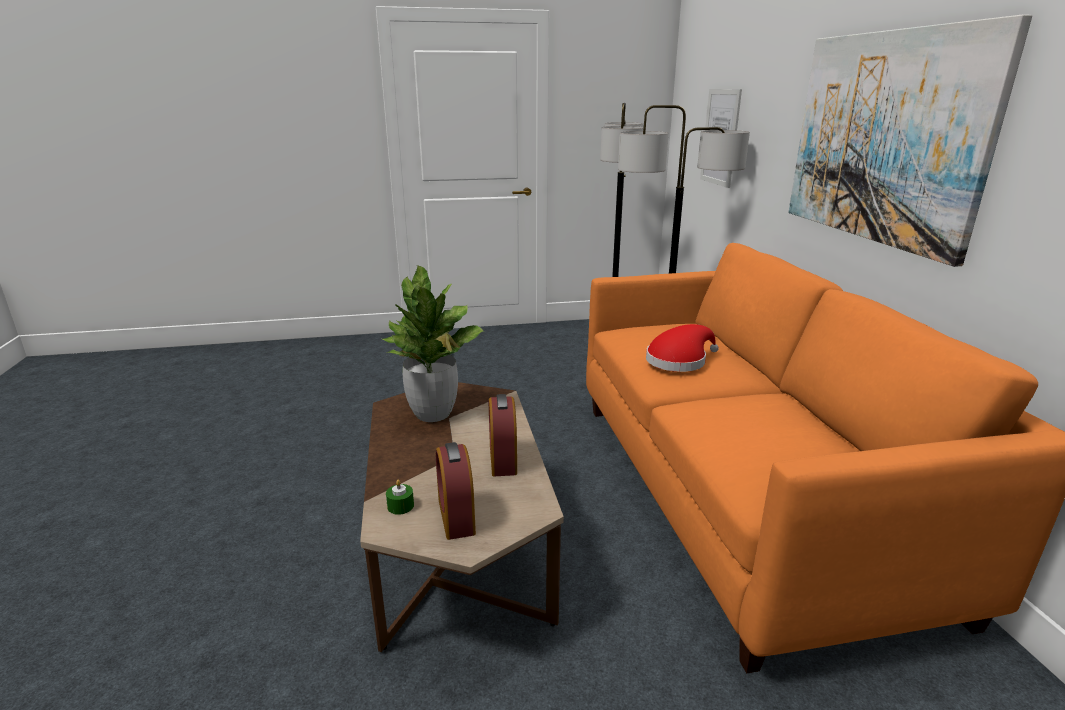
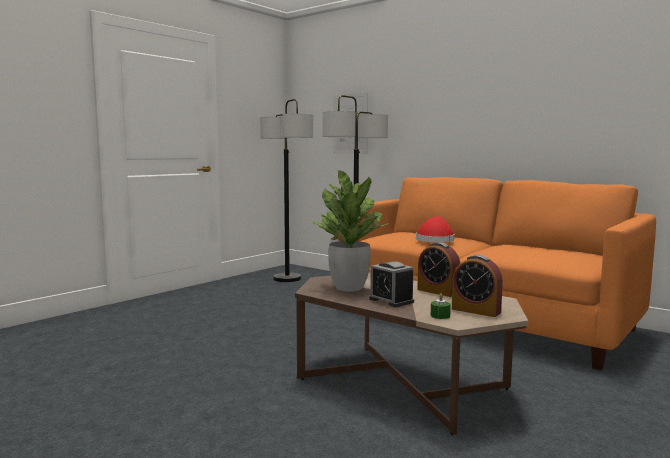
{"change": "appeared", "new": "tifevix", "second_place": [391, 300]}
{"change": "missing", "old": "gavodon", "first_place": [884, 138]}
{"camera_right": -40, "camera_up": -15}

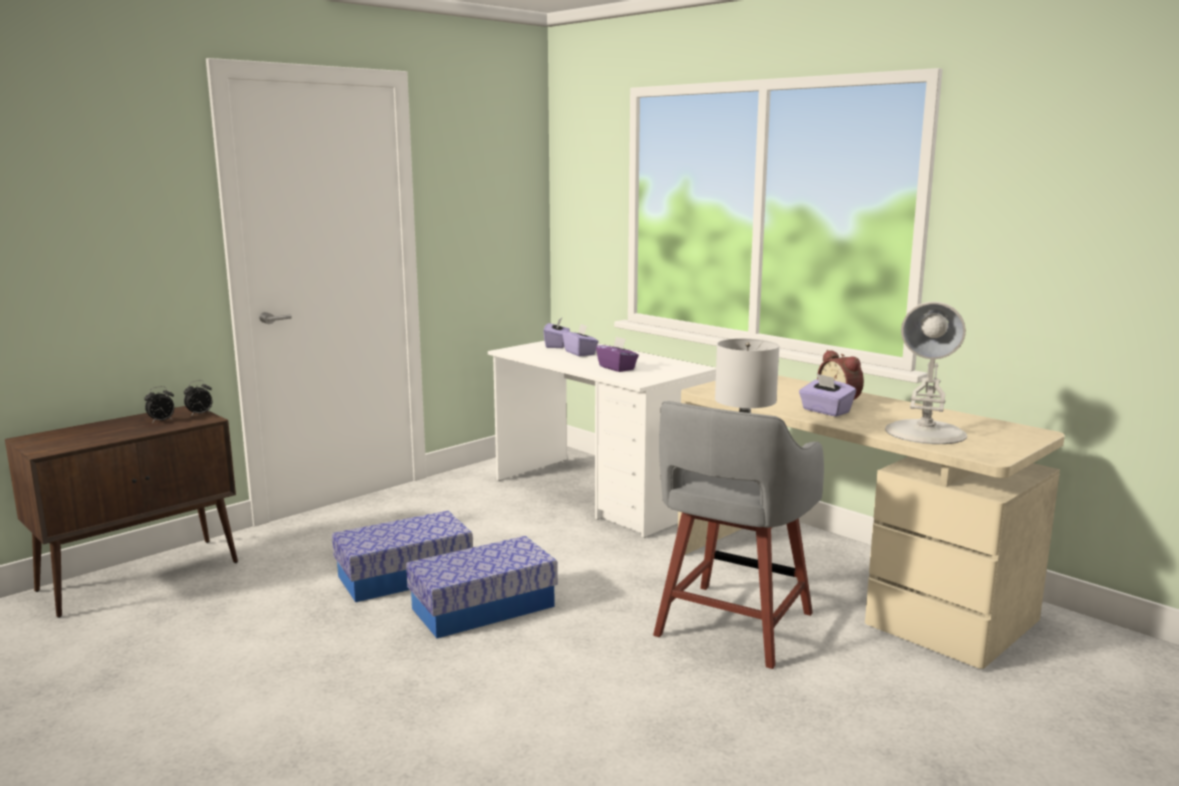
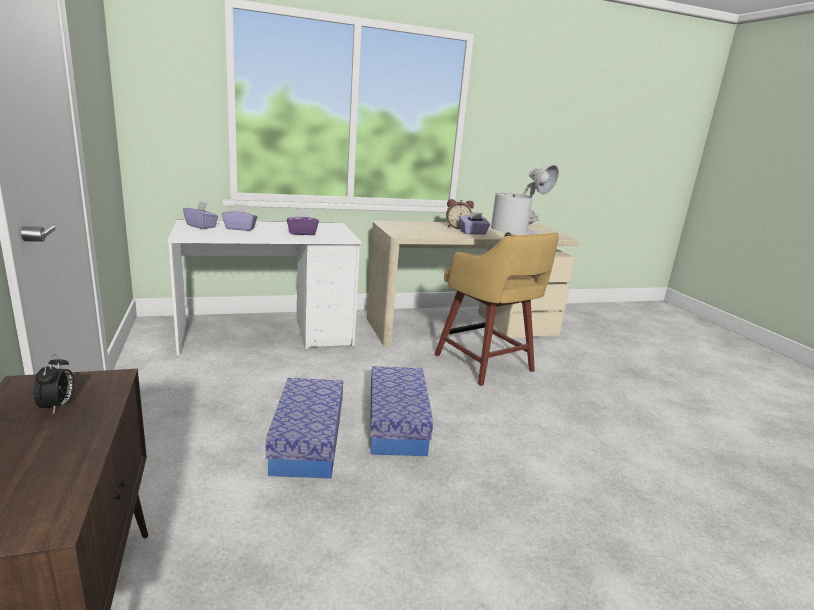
{"change": "colour", "old": "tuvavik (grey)", "new": "tuvavik (yellow)", "first_place": [731, 626], "second_place": [485, 364]}
{"change": "missing", "old": "tifevix", "first_place": [200, 414]}
{"camera_right": -65, "camera_up": 5}

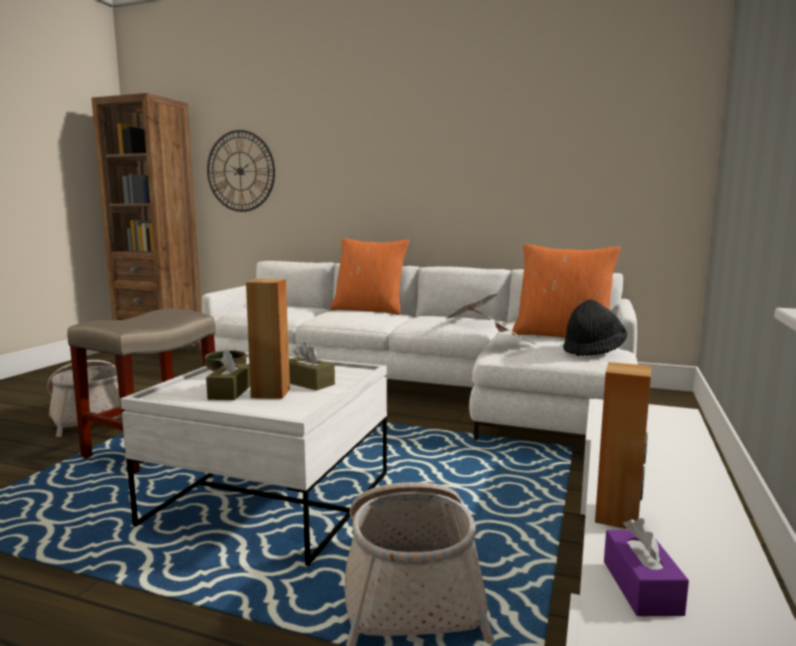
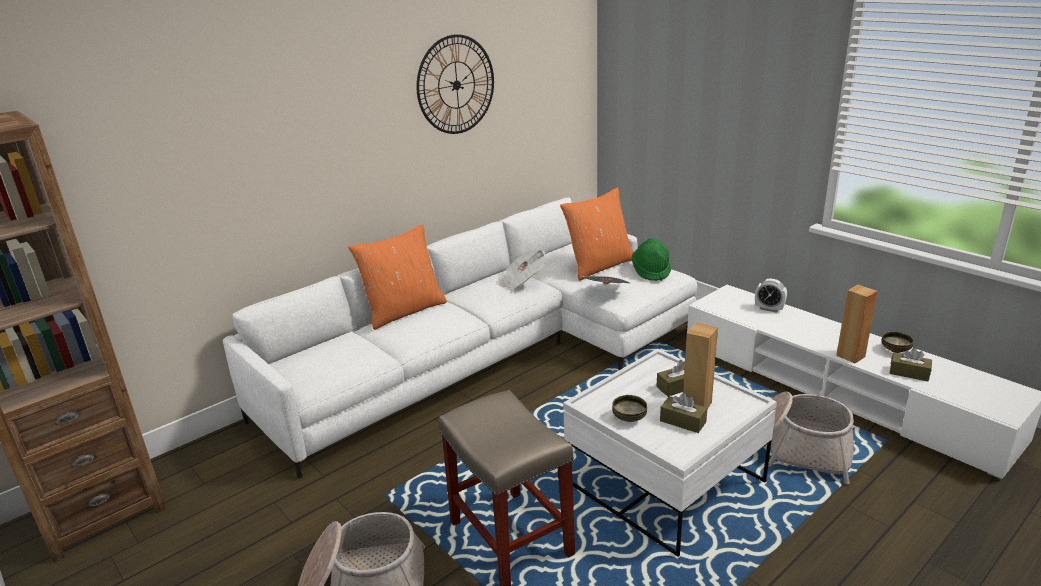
{"change": "relocated", "old": "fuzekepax", "first_place": [240, 171], "second_place": [456, 85]}
{"change": "colour", "old": "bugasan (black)", "new": "bugasan (green)", "first_place": [593, 351], "second_place": [651, 271]}
{"change": "appeared", "new": "tifevix", "second_place": [769, 309]}
{"change": "appeared", "new": "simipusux", "second_place": [895, 350]}
{"change": "colour", "old": "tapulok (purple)", "new": "tapulok (brown)", "first_place": [641, 587], "second_place": [909, 373]}
{"camera_right": -60, "camera_up": 15}

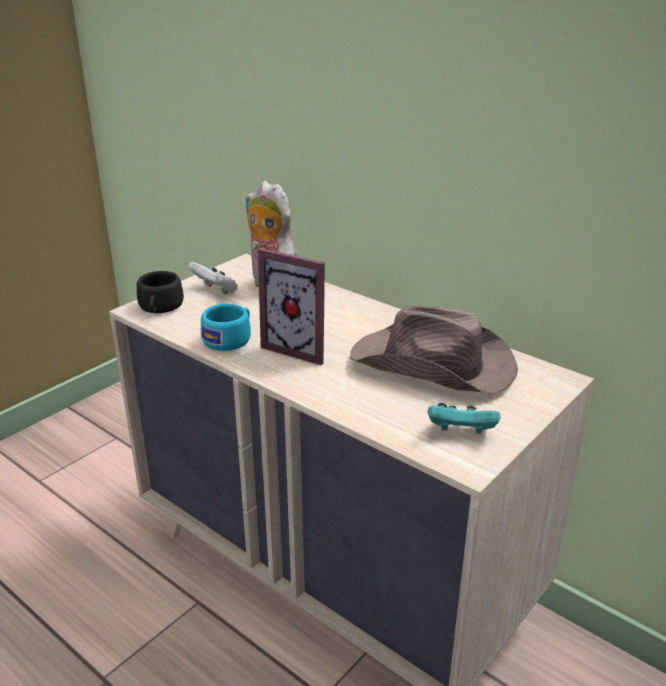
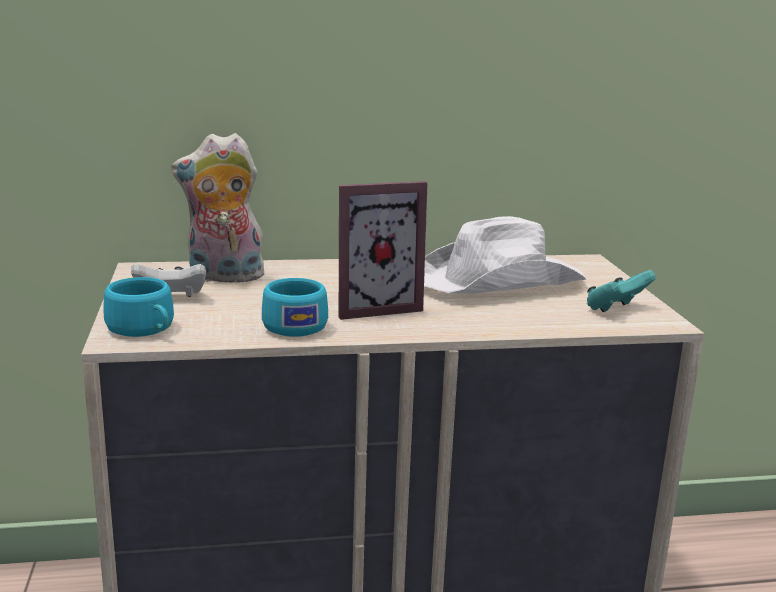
{"change": "colour", "old": "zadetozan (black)", "new": "zadetozan (turquoise)", "first_place": [160, 308], "second_place": [144, 329]}
{"change": "colour", "old": "bugasan (brown)", "new": "bugasan (white)", "first_place": [434, 365], "second_place": [498, 281]}
{"camera_right": -50, "camera_up": -10}

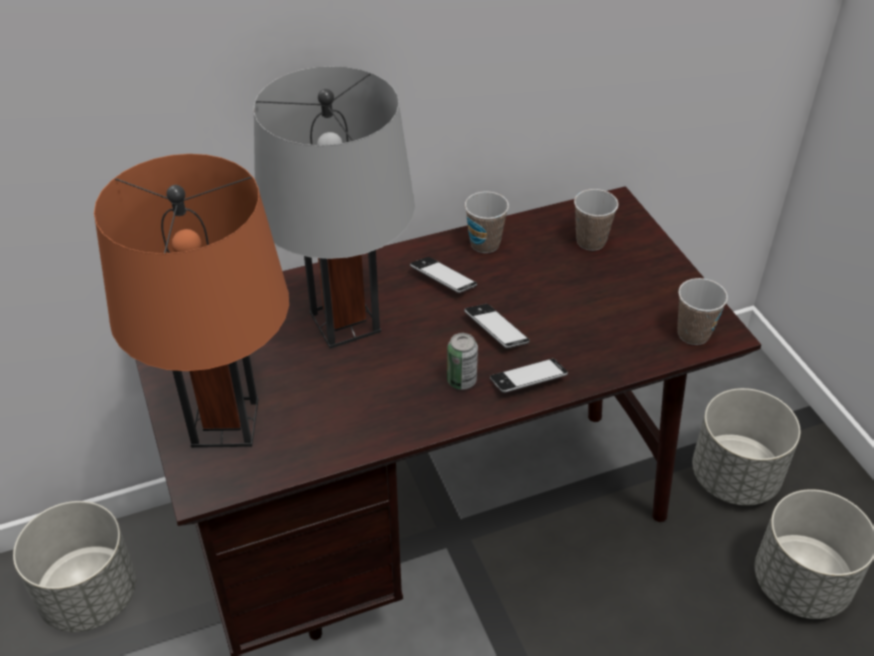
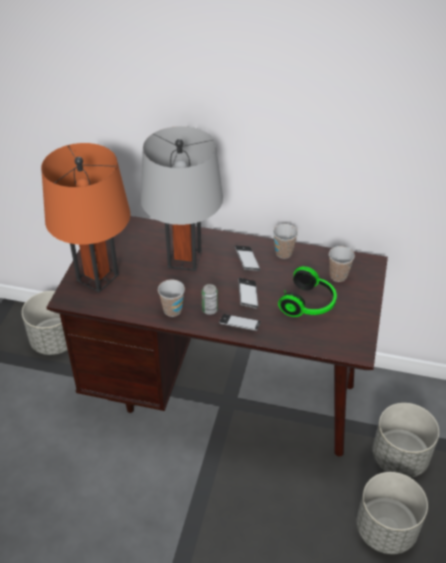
{"change": "relocated", "old": "zadetozan", "first_place": [693, 334], "second_place": [172, 310]}
{"change": "appeared", "new": "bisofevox", "second_place": [309, 304]}
{"camera_right": 35, "camera_up": 0}

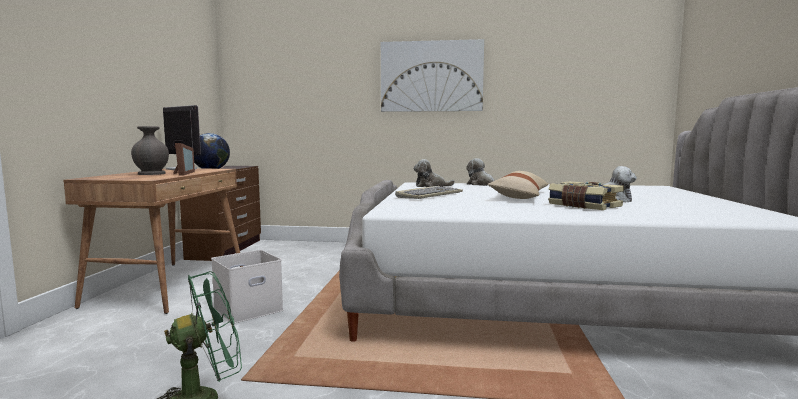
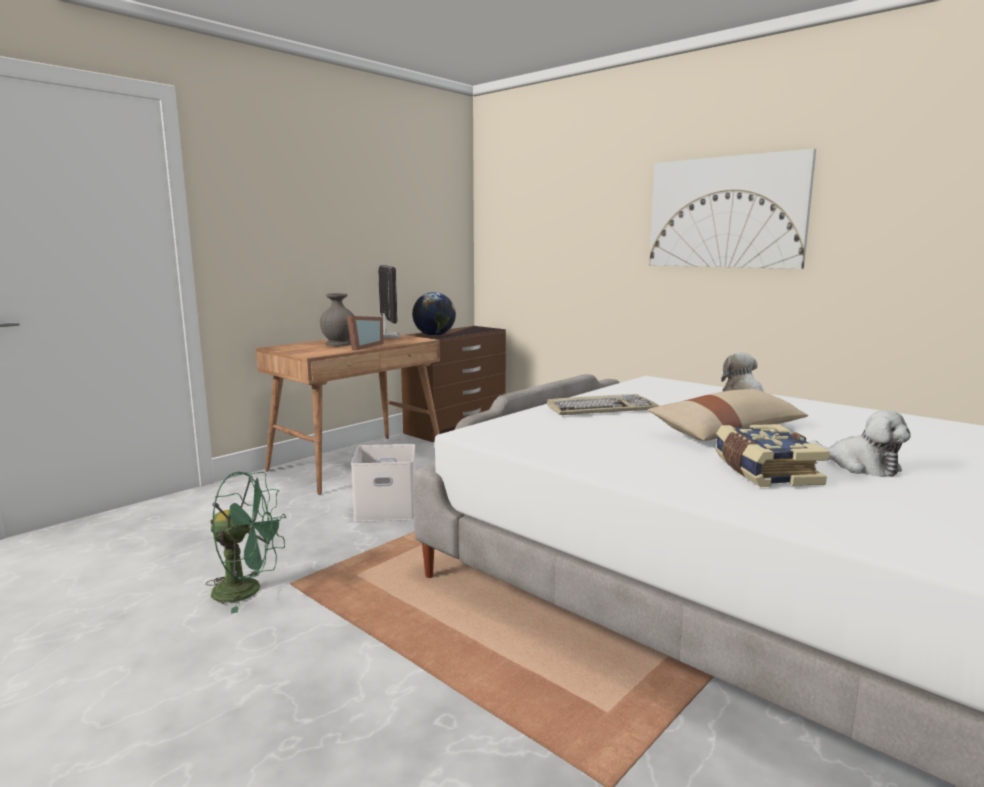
{"change": "missing", "old": "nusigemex", "first_place": [431, 186]}
{"camera_right": 35, "camera_up": 5}

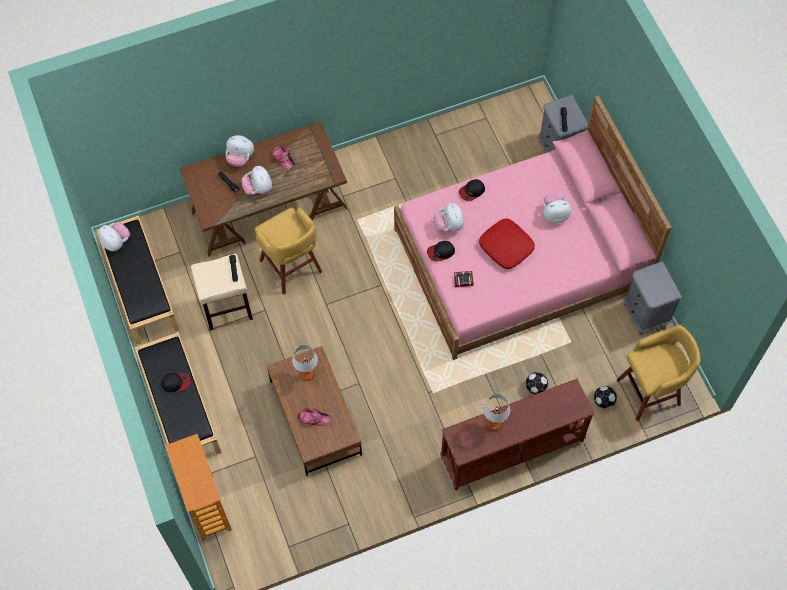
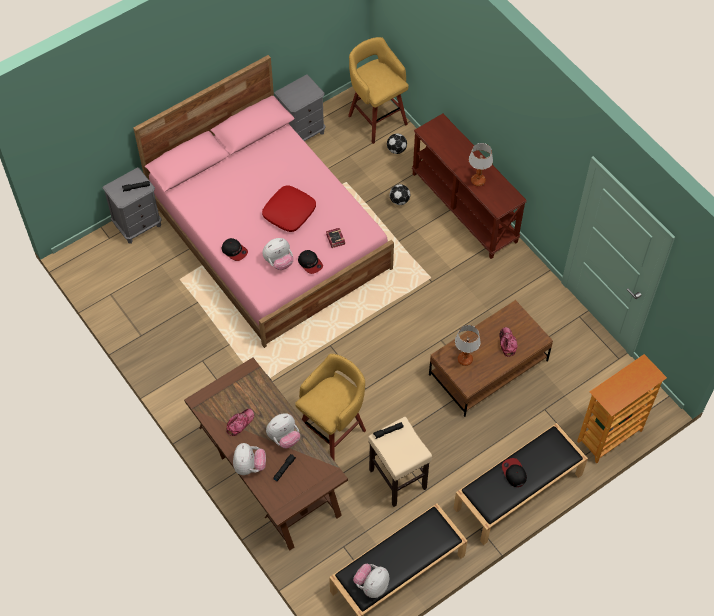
{"change": "missing", "old": "nusigemex", "first_place": [554, 215]}
{"camera_right": -105, "camera_up": -5}

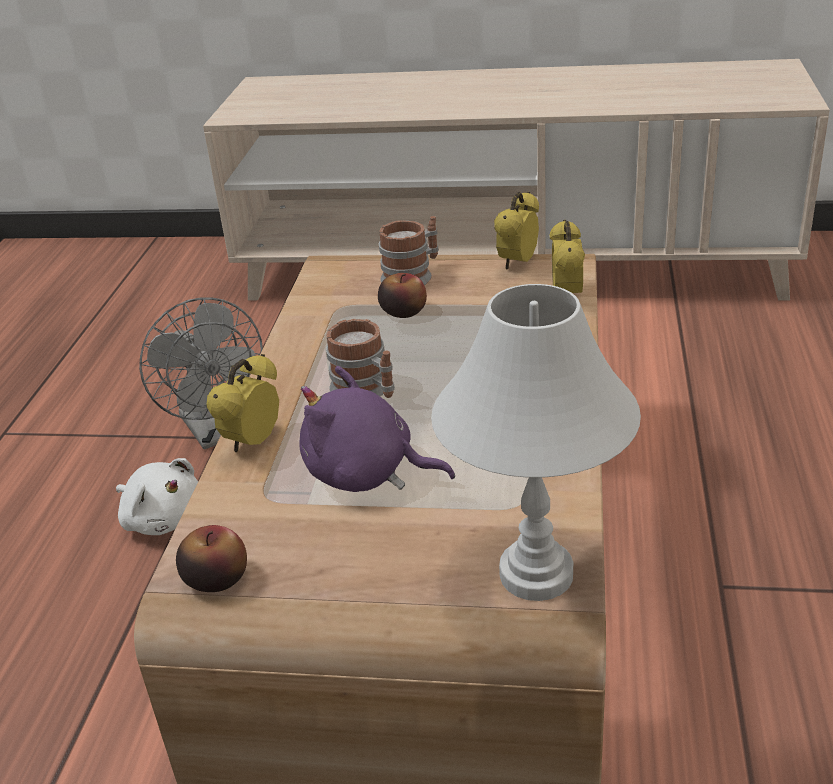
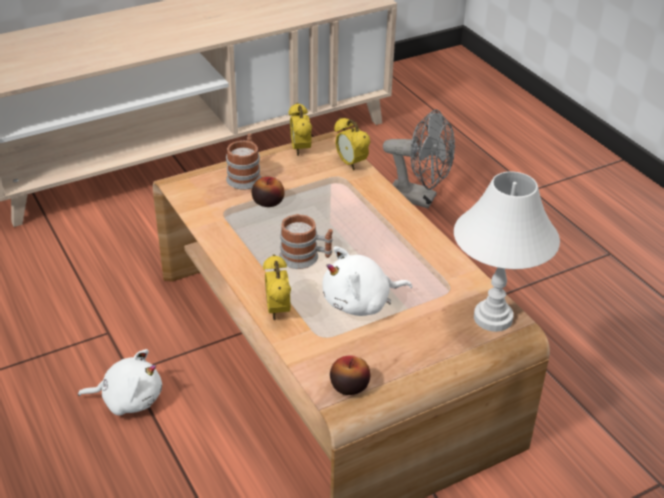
{"change": "colour", "old": "nusigemex (purple)", "new": "nusigemex (white)", "first_place": [366, 474], "second_place": [360, 303]}
{"change": "relocated", "old": "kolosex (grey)", "first_place": [216, 433], "second_place": [419, 198]}
{"camera_right": -40, "camera_up": 5}

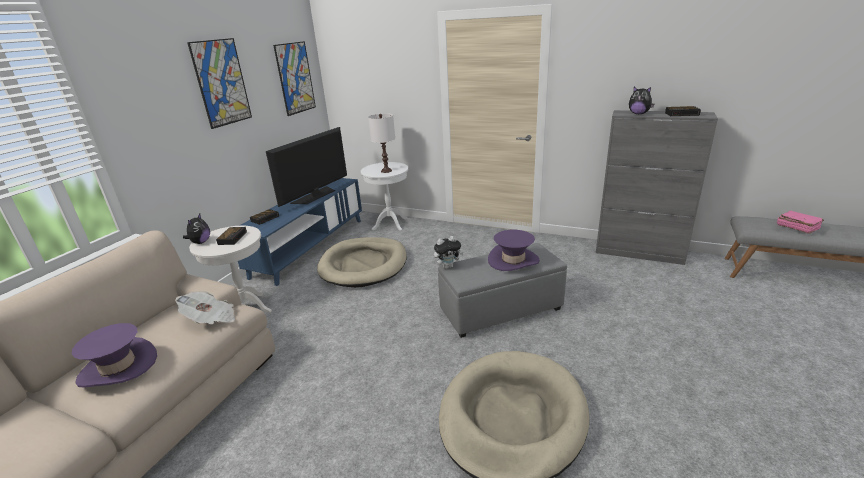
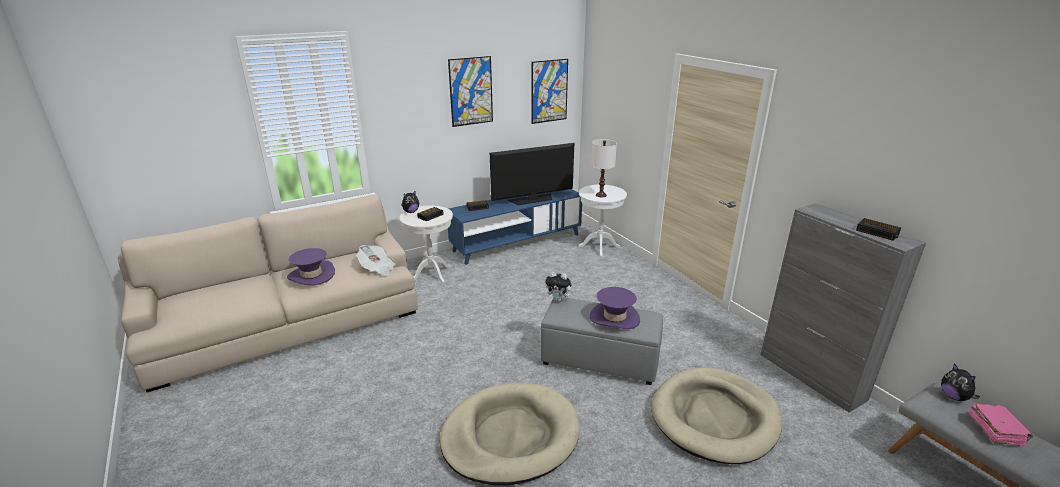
{"change": "relocated", "old": "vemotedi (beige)", "first_place": [364, 265], "second_place": [714, 417]}
{"change": "relocated", "old": "nusigemex", "first_place": [638, 114], "second_place": [954, 397]}
{"camera_right": 35, "camera_up": 0}

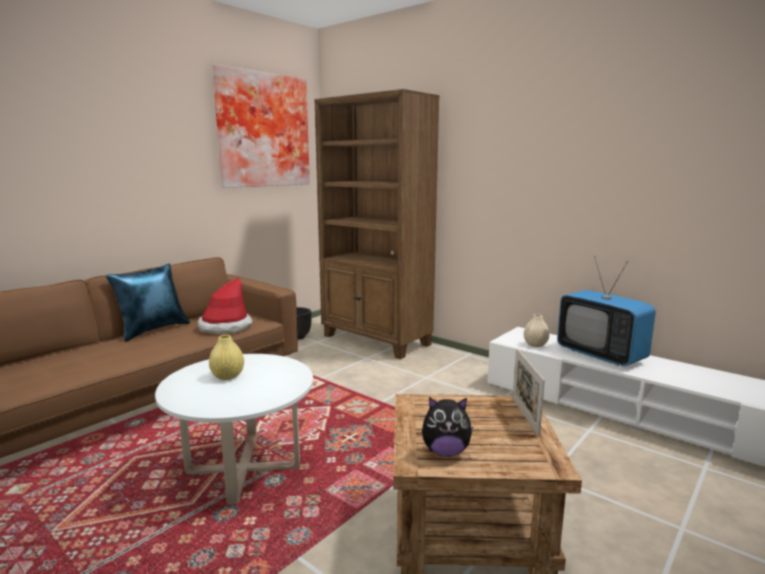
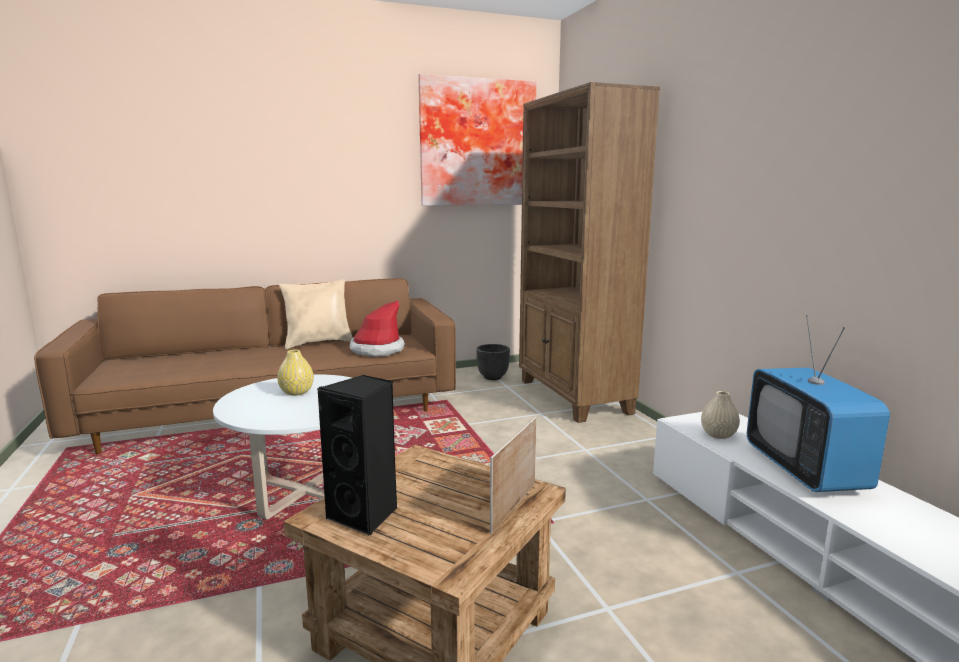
{"change": "colour", "old": "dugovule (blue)", "new": "dugovule (beige)", "first_place": [153, 330], "second_place": [318, 343]}
{"change": "exchanged", "old": "nusigemex", "new": "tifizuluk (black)", "first_place": [445, 452], "second_place": [365, 515]}
{"camera_right": 30, "camera_up": 0}

